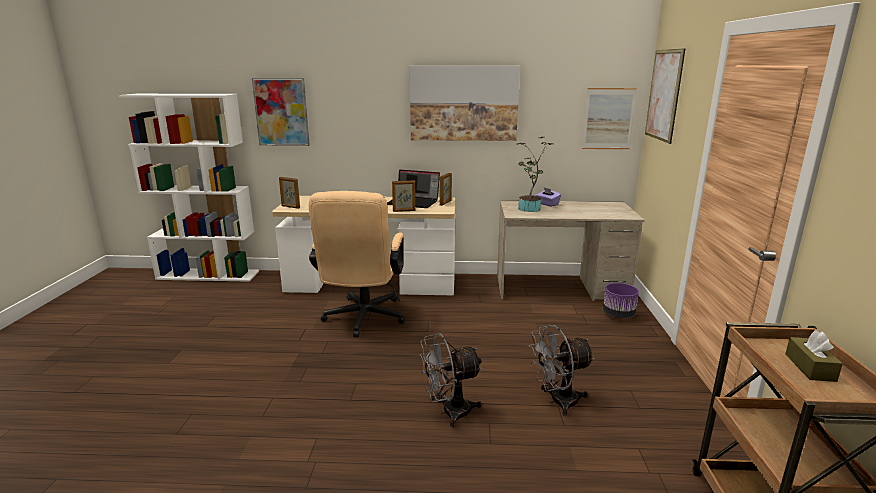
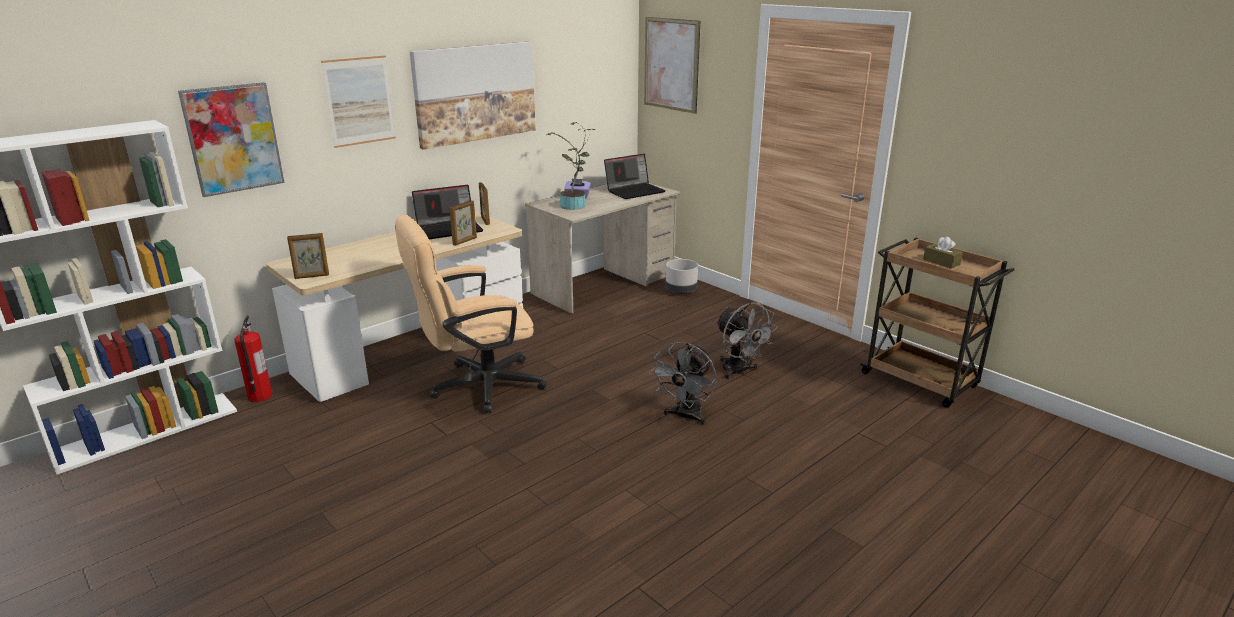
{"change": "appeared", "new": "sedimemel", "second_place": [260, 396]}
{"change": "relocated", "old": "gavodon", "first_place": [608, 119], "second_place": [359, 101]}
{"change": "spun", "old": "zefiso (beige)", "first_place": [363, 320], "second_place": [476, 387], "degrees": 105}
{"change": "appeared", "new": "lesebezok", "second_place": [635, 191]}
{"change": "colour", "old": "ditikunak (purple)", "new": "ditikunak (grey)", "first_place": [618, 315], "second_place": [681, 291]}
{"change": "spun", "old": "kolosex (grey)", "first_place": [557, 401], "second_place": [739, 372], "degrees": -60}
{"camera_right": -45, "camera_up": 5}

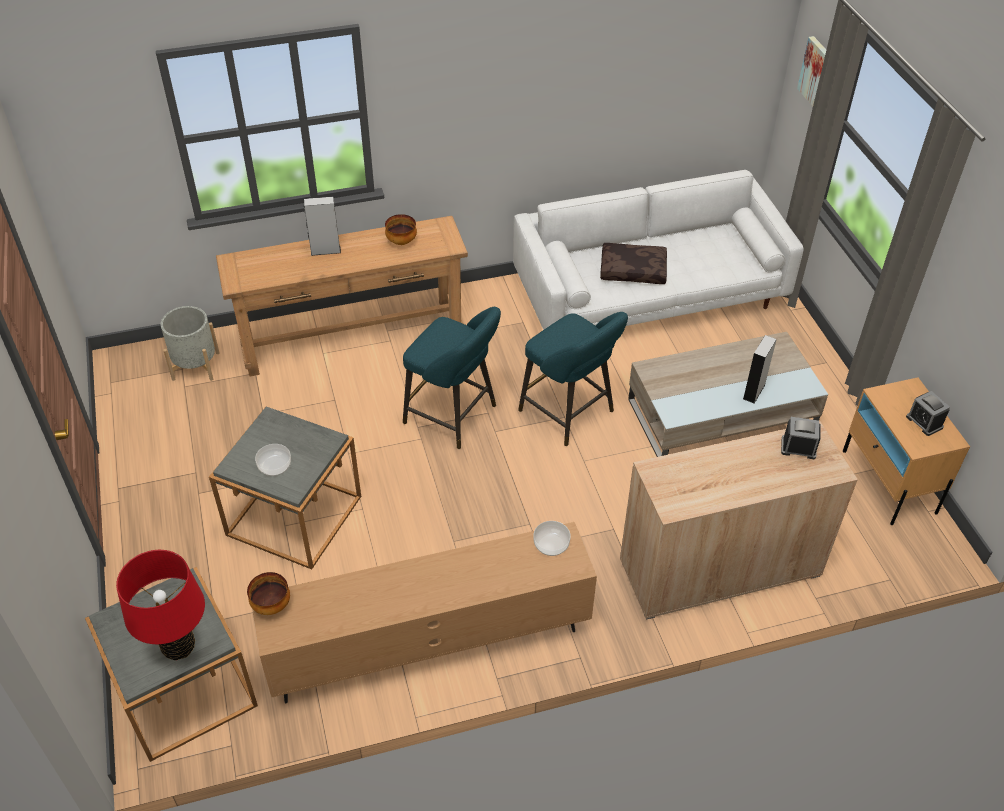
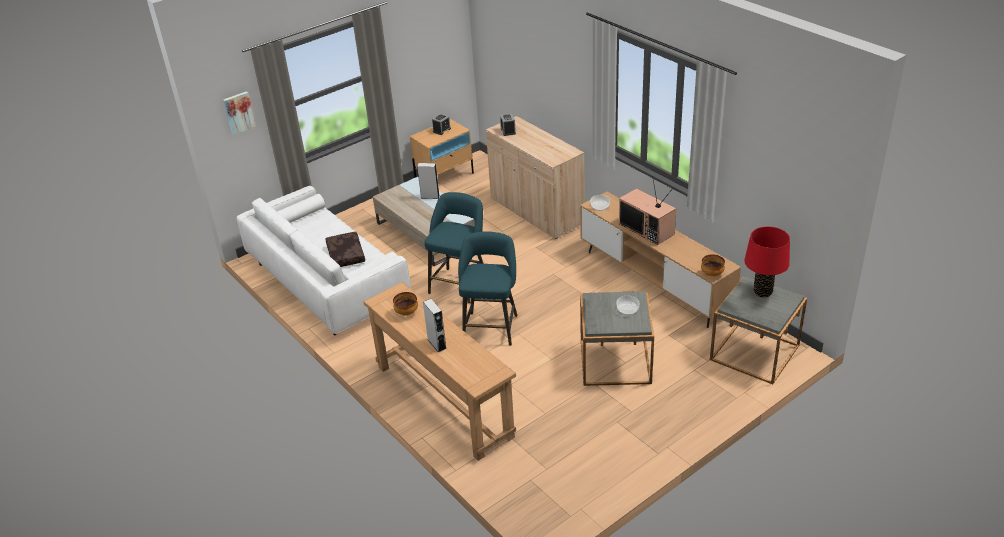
{"change": "appeared", "new": "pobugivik", "second_place": [647, 229]}
{"change": "missing", "old": "ditikunak (grey)", "first_place": [196, 366]}
{"camera_right": -110, "camera_up": -10}

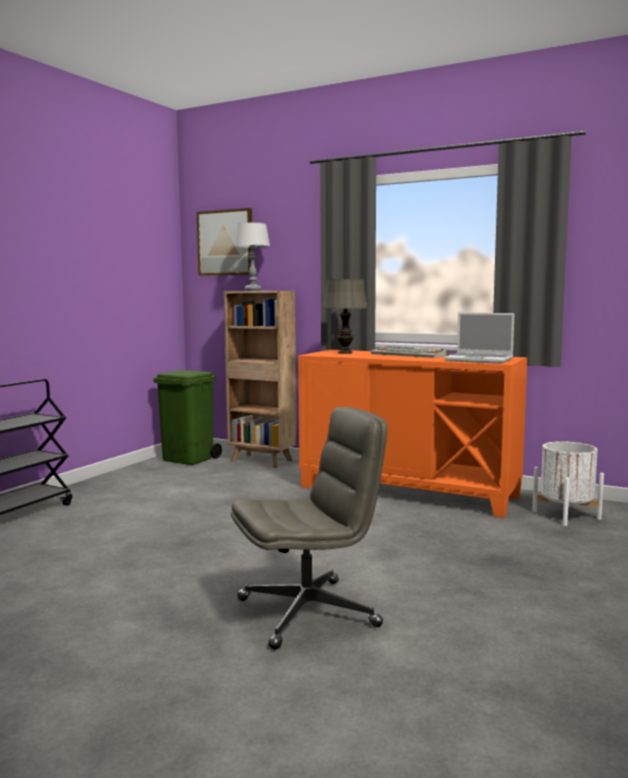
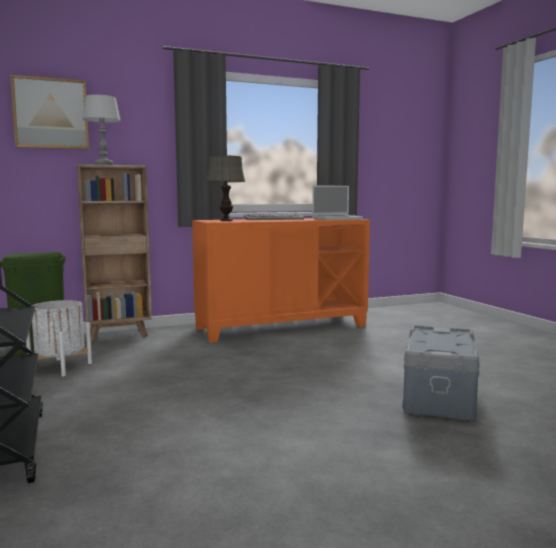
{"change": "relocated", "old": "ditikunak (white)", "first_place": [566, 515], "second_place": [61, 367]}
{"change": "exchanged", "old": "zefiso (grey)", "new": "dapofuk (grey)", "first_place": [309, 612], "second_place": [440, 397]}
{"camera_right": -50, "camera_up": 0}

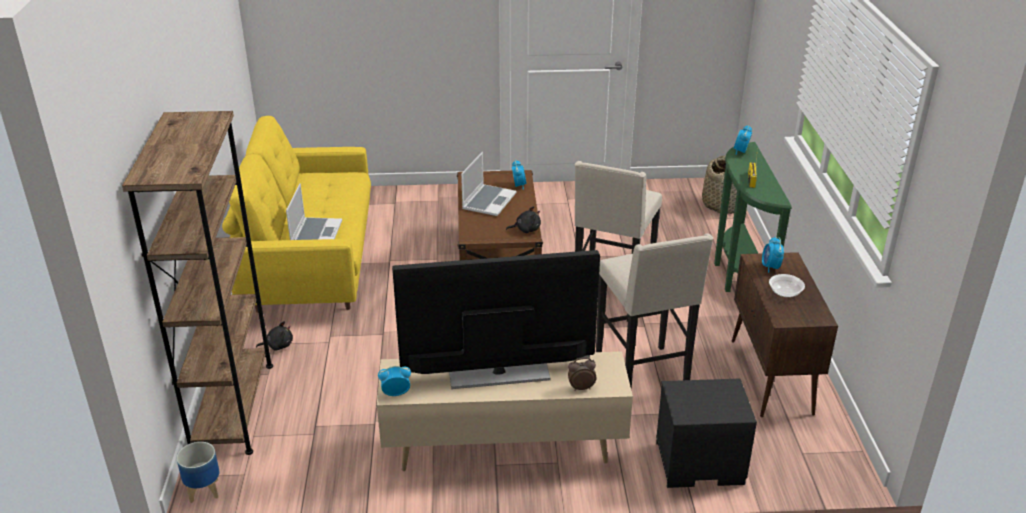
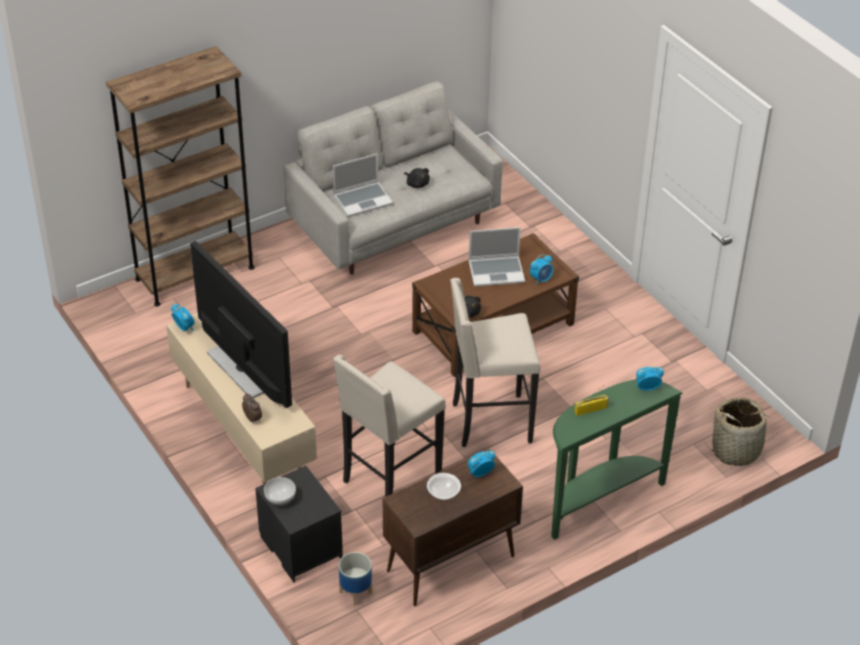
{"change": "appeared", "new": "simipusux", "second_place": [280, 498]}
{"change": "colour", "old": "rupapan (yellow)", "new": "rupapan (grey)", "first_place": [310, 264], "second_place": [394, 224]}
{"change": "relocated", "old": "ditikunak", "first_place": [204, 491], "second_place": [355, 593]}
{"change": "relocated", "old": "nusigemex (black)", "first_place": [278, 345], "second_place": [417, 184]}
{"camera_right": 60, "camera_up": 10}

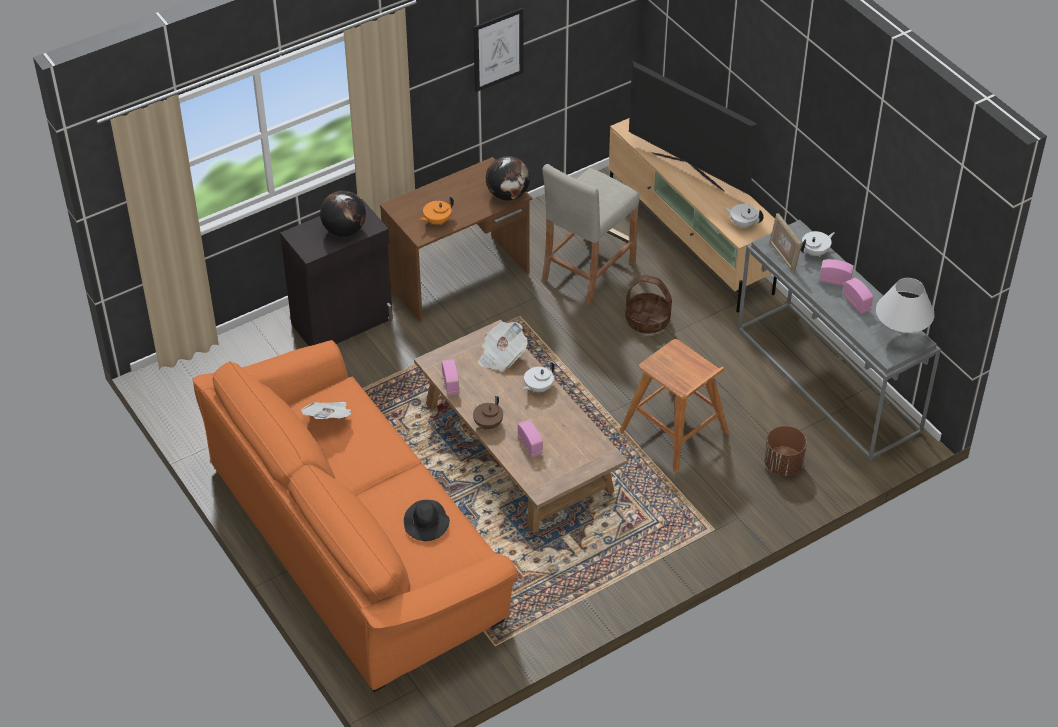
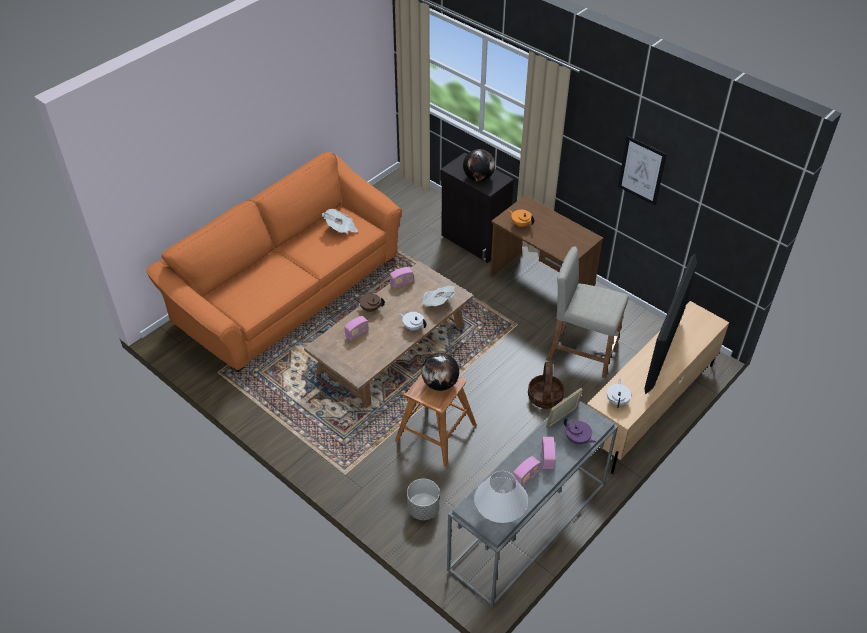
{"change": "colour", "old": "ditikunak (brown)", "new": "ditikunak (grey)", "first_place": [783, 465], "second_place": [423, 509]}
{"change": "relocated", "old": "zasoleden", "first_place": [508, 195], "second_place": [440, 384]}
{"change": "colour", "old": "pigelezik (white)", "new": "pigelezik (purple)", "first_place": [815, 252], "second_place": [577, 439]}
{"change": "missing", "old": "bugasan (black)", "first_place": [426, 523]}
{"camera_right": 75, "camera_up": 0}

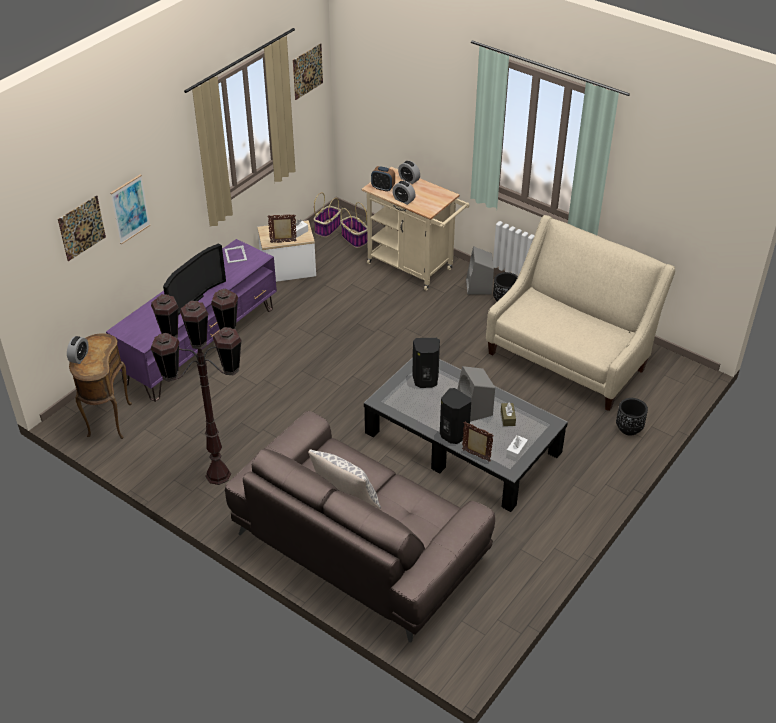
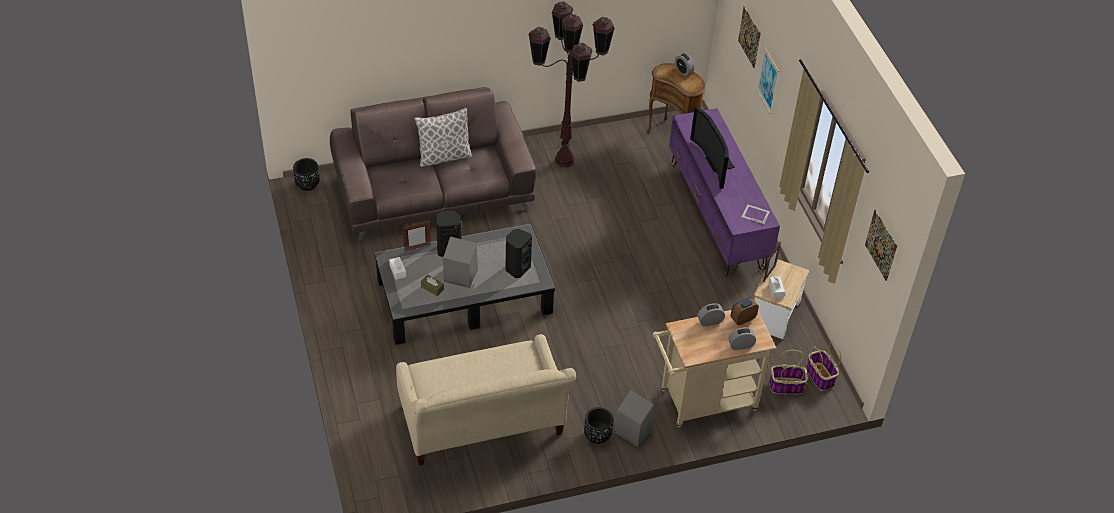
{"change": "relocated", "old": "ditikunak (black)", "first_place": [628, 428], "second_place": [307, 185]}
{"camera_right": 125, "camera_up": 5}

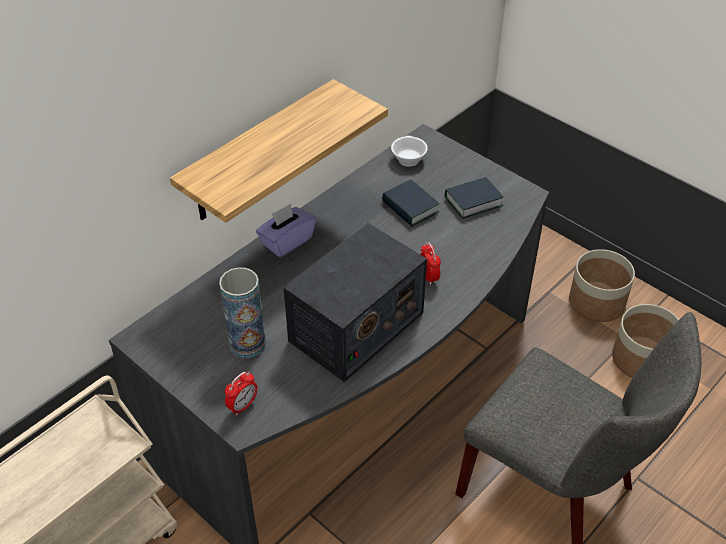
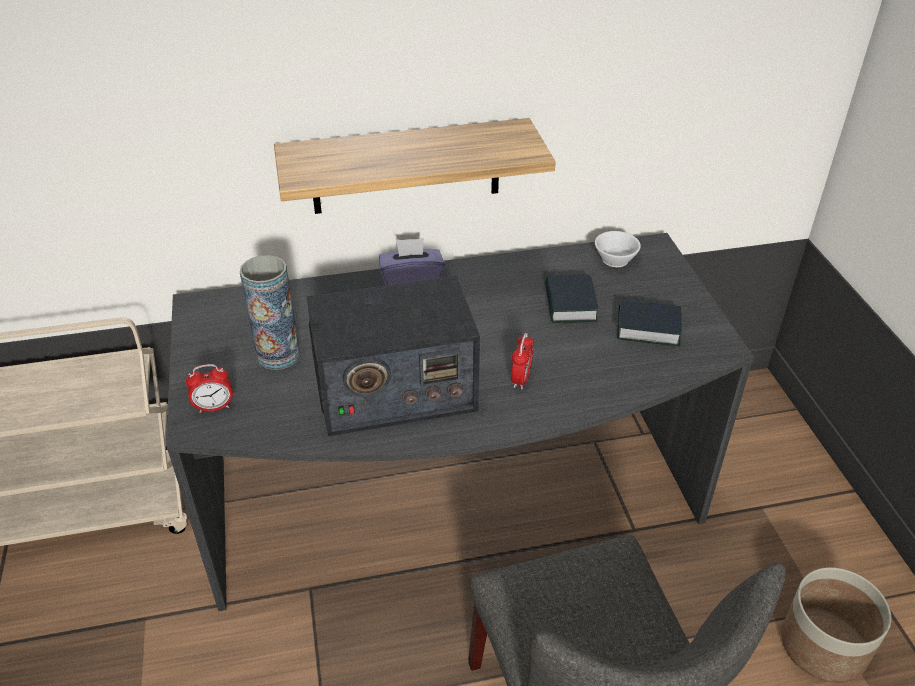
{"change": "missing", "old": "ditikunak", "first_place": [597, 302]}
{"camera_right": 35, "camera_up": -5}

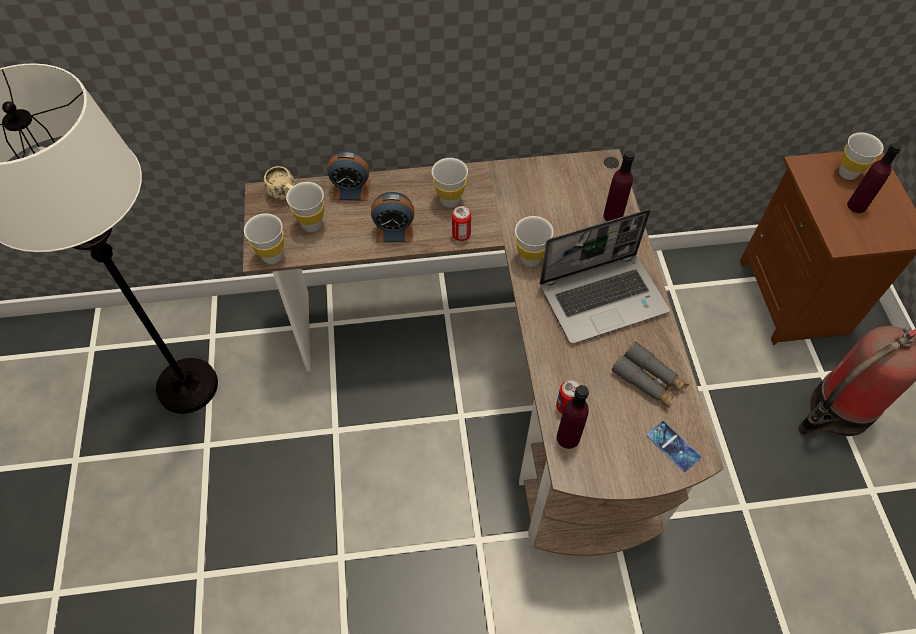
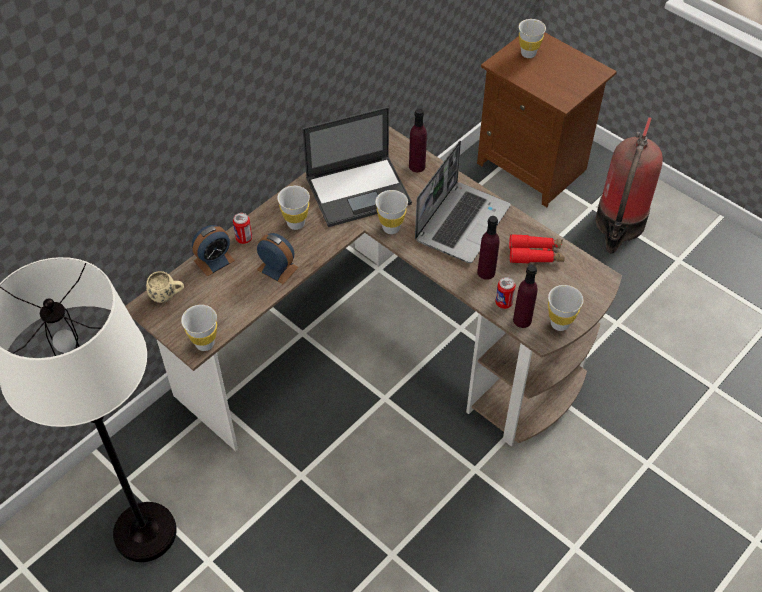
{"change": "relocated", "old": "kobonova", "first_place": [461, 235], "second_place": [244, 238]}
{"change": "spun", "old": "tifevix", "first_place": [394, 231], "second_place": [277, 268], "degrees": -105}
{"change": "appeared", "new": "lesebezok", "second_place": [359, 190]}
{"change": "relocated", "old": "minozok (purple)", "first_place": [856, 206], "second_place": [486, 272]}
{"change": "colour", "old": "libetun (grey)", "new": "libetun (red)", "first_place": [648, 380], "second_place": [535, 254]}
{"change": "relocated", "old": "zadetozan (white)", "first_place": [312, 225], "second_place": [559, 323]}
{"change": "missing", "old": "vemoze", "first_place": [673, 446]}
{"camera_right": -40, "camera_up": -5}

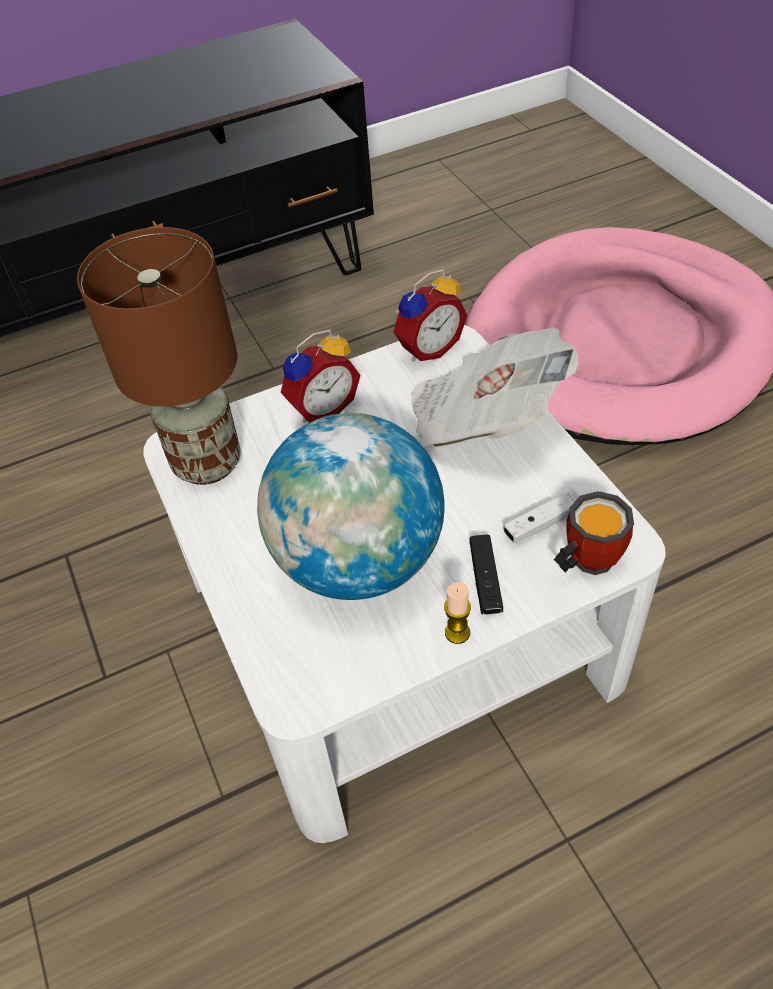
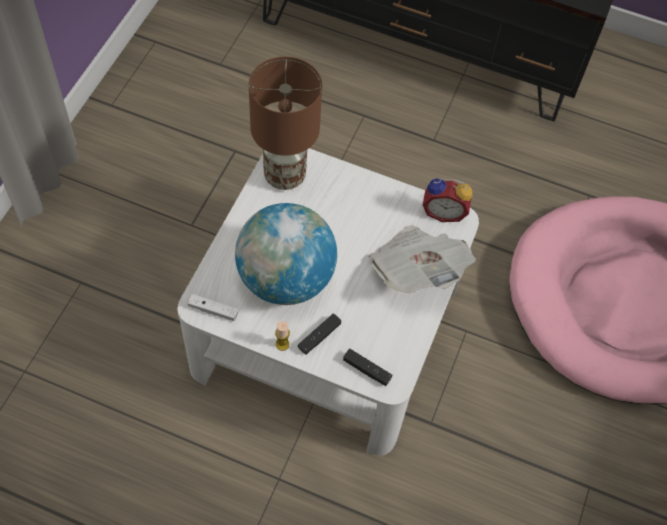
{"change": "relocated", "old": "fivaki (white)", "first_place": [543, 523], "second_place": [213, 310]}
{"change": "exchanged", "old": "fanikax", "new": "fivaki (black)", "first_place": [584, 560], "second_place": [367, 370]}
{"change": "missing", "old": "tifevix", "first_place": [321, 408]}
{"camera_right": 40, "camera_up": 10}

